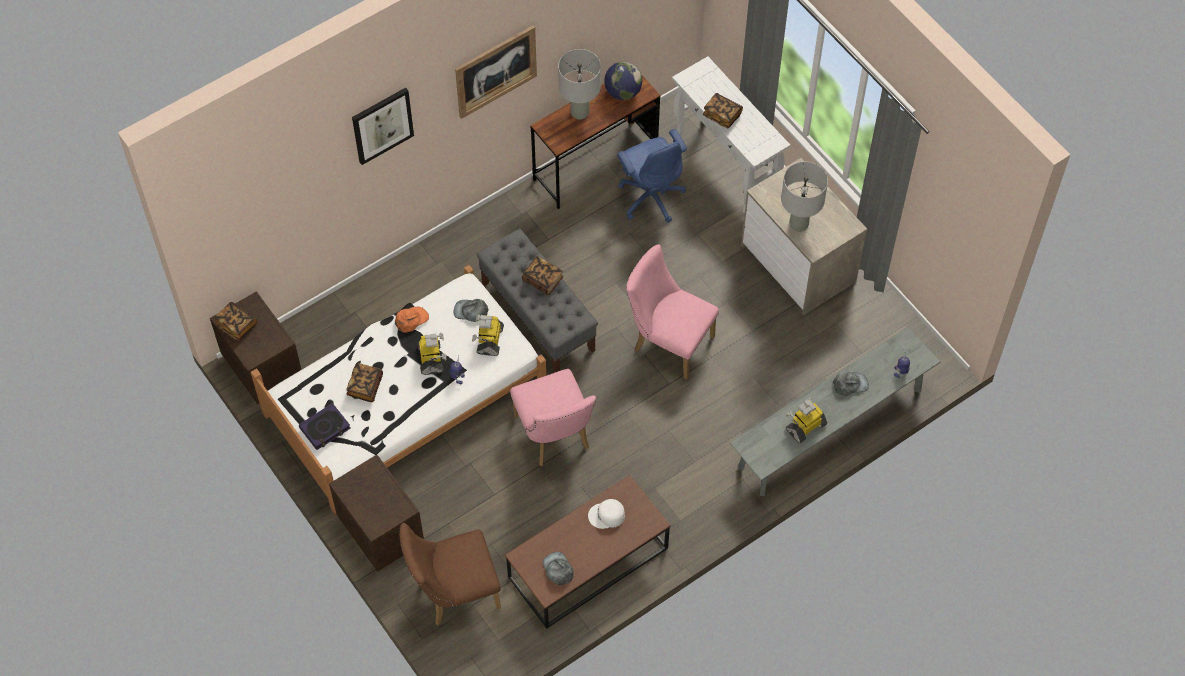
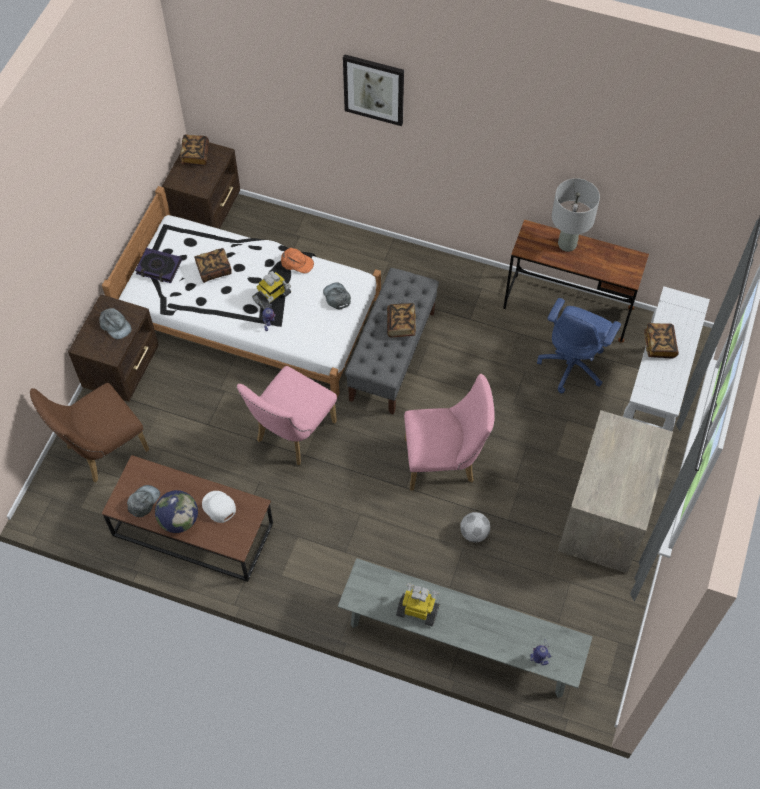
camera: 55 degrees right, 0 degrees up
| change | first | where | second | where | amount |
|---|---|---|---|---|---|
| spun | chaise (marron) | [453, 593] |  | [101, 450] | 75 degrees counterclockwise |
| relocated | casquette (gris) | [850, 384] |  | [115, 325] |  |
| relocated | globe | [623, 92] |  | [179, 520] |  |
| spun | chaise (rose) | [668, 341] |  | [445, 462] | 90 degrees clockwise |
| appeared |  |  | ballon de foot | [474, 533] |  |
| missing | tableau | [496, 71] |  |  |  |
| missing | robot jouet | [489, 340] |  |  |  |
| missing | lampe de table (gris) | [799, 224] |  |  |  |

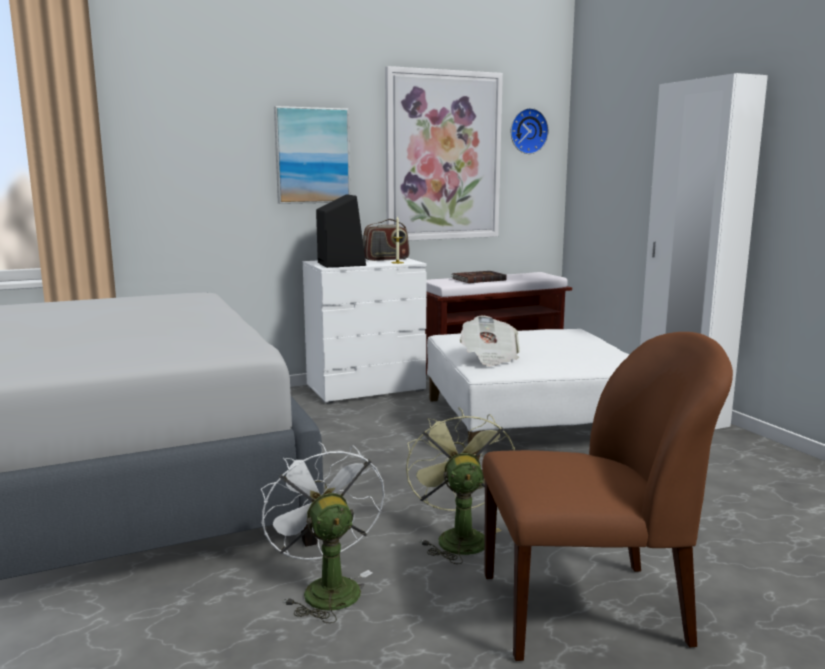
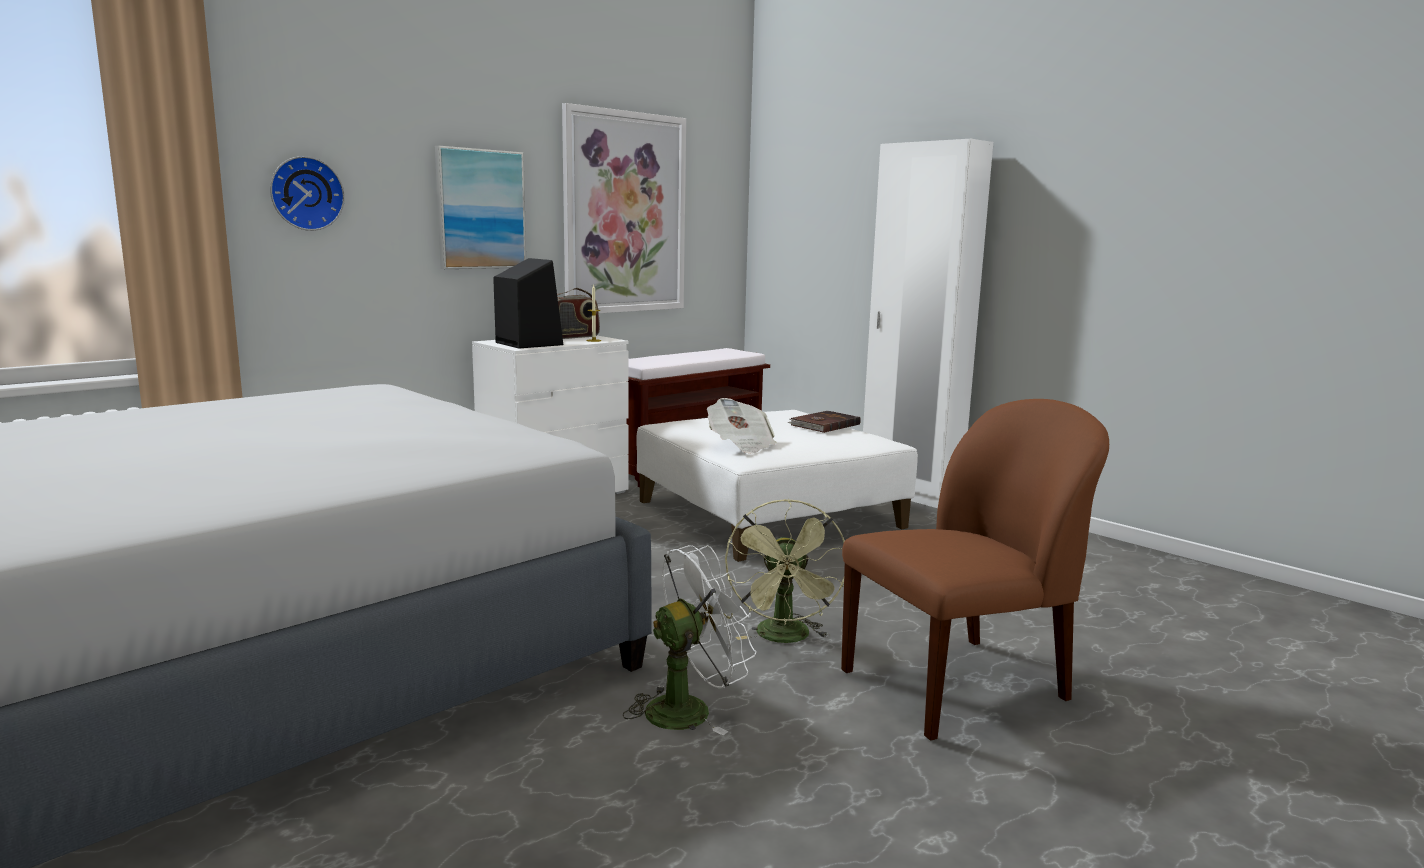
camera: 20 degrees left, 0 degrees up
| change | first | where | second | where | amount |
|---|---|---|---|---|---|
| relocated | horloge murale | [527, 131] |  | [305, 193] |  |
| spun | ventilateur (blanc) | [325, 588] |  | [689, 709] | 105 degrees clockwise |
| spun | ventilateur (vert) | [458, 537] |  | [785, 638] | 150 degrees counterclockwise |
| relocated | livre (marron) | [478, 279] |  | [824, 424] |  |

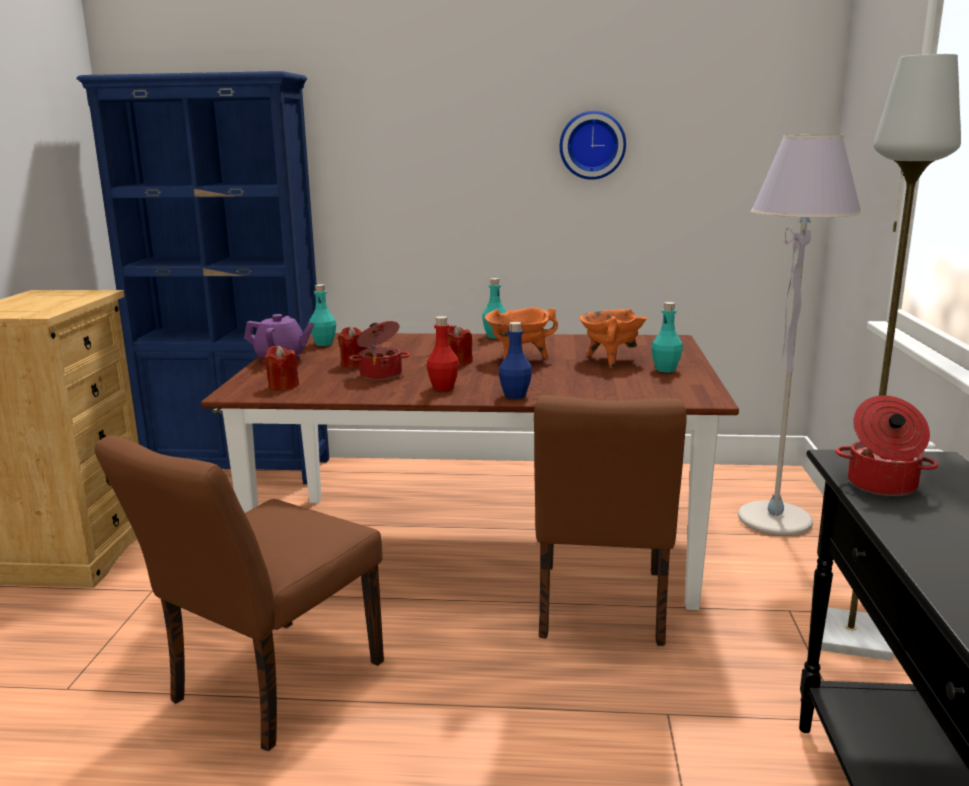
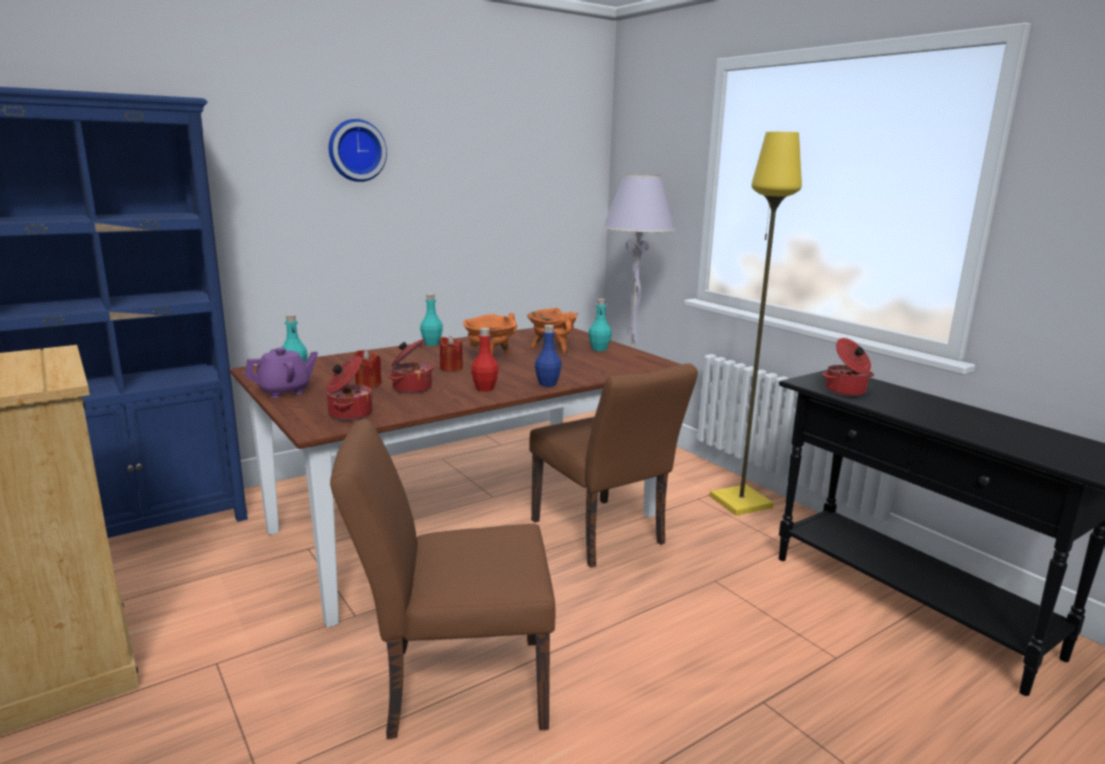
camera: 40 degrees left, 0 degrees up
| change | first | where | second | where | amount |
|---|---|---|---|---|---|
| exchanged | bougie (rouge) | [283, 386] | marmite | [349, 414] |  |
| relocated | horloge murale | [592, 145] |  | [356, 150] |  |
| spun | chaise (marron) | [266, 689] |  | [451, 686] | 90 degrees clockwise |
| colour | lampadaire (gris) | [848, 636] | lampadaire (jaune) | [740, 502] |  |

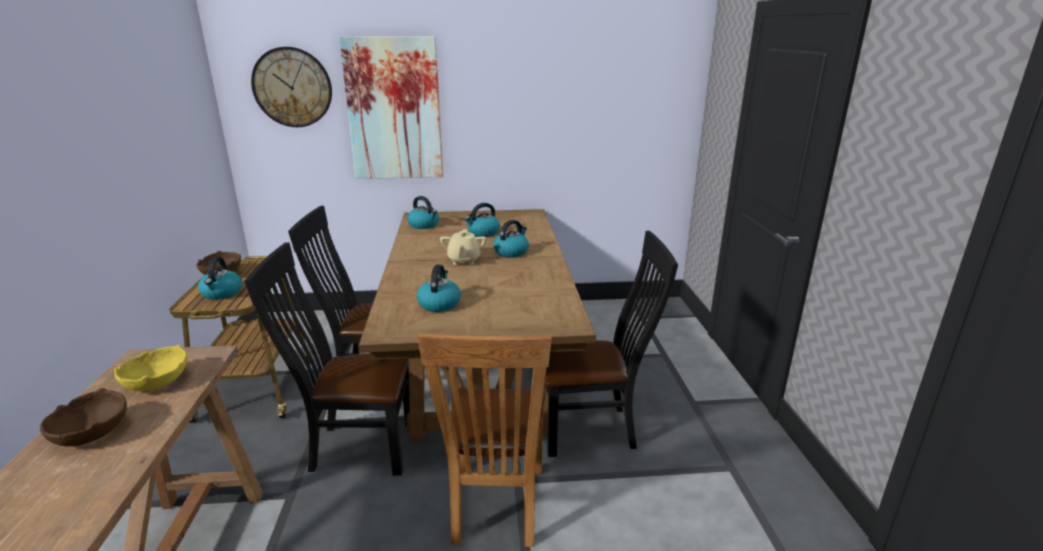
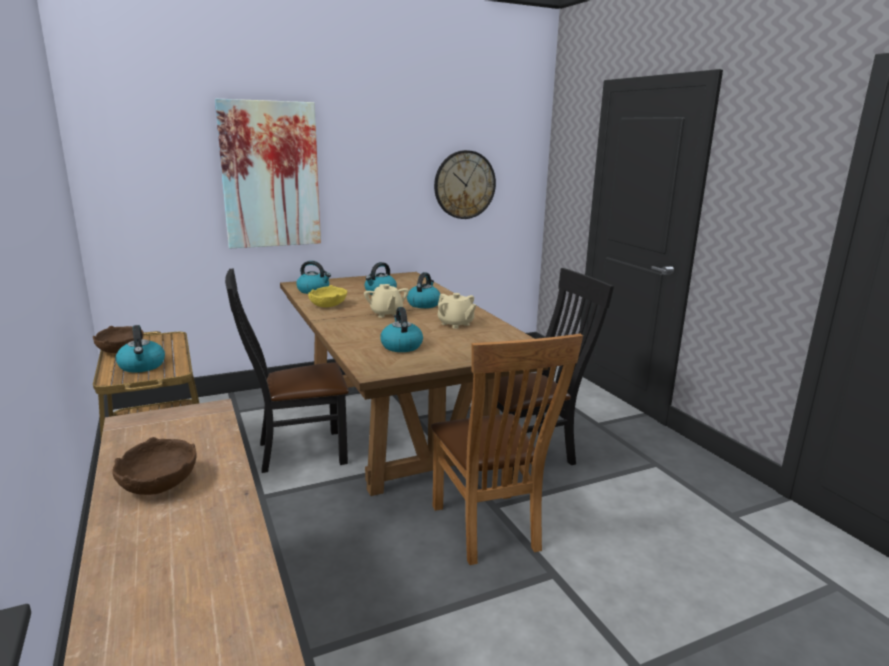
camera: 20 degrees left, 5 degrees down
| change | first | where | second | where | amount |
|---|---|---|---|---|---|
| relocated | bol (jaune) | [156, 382] |  | [327, 305] |  |
| relocated | horloge murale | [292, 87] |  | [464, 185] |  |
| appeared |  |  | théière (beige) | [455, 324] |  |
| missing | chaise (noir) | [356, 447] |  |  |  |

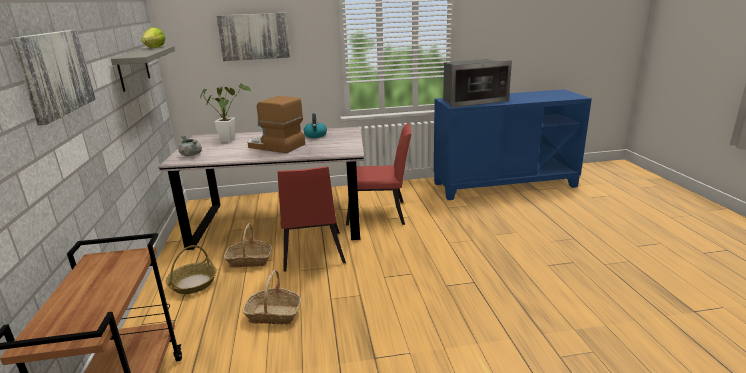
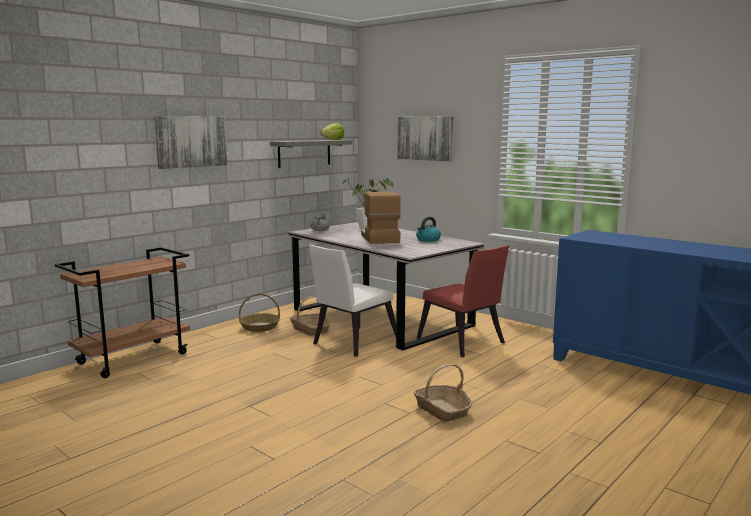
camera: 50 degrees right, 10 degrees down
| change | first | where | second | where | amount |
|---|---|---|---|---|---|
| colour | chaise (rouge) | [312, 253] | chaise (blanc) | [352, 343] |  |
| relocated | panier | [274, 314] |  | [442, 410] |  |
| missing | micro-ondes | [472, 101] |  |  |  |

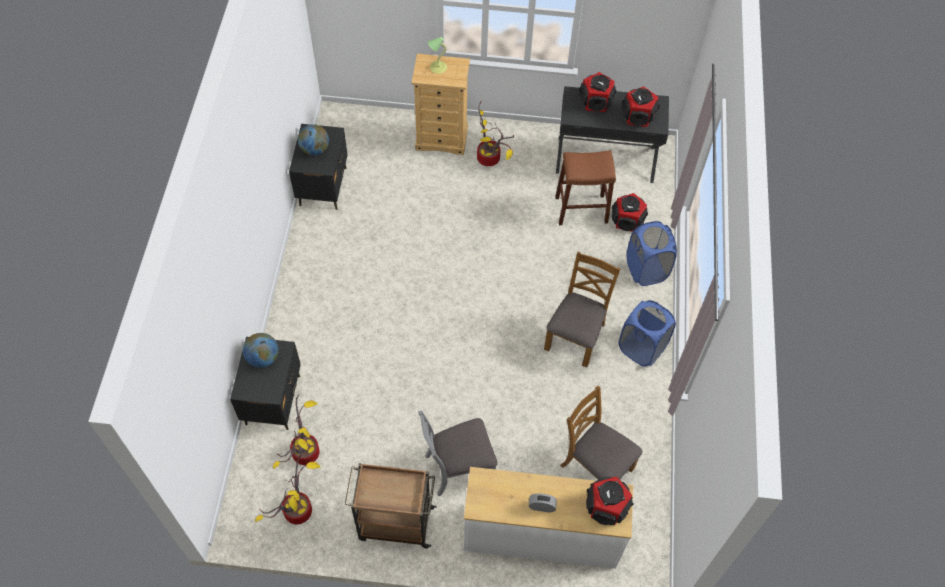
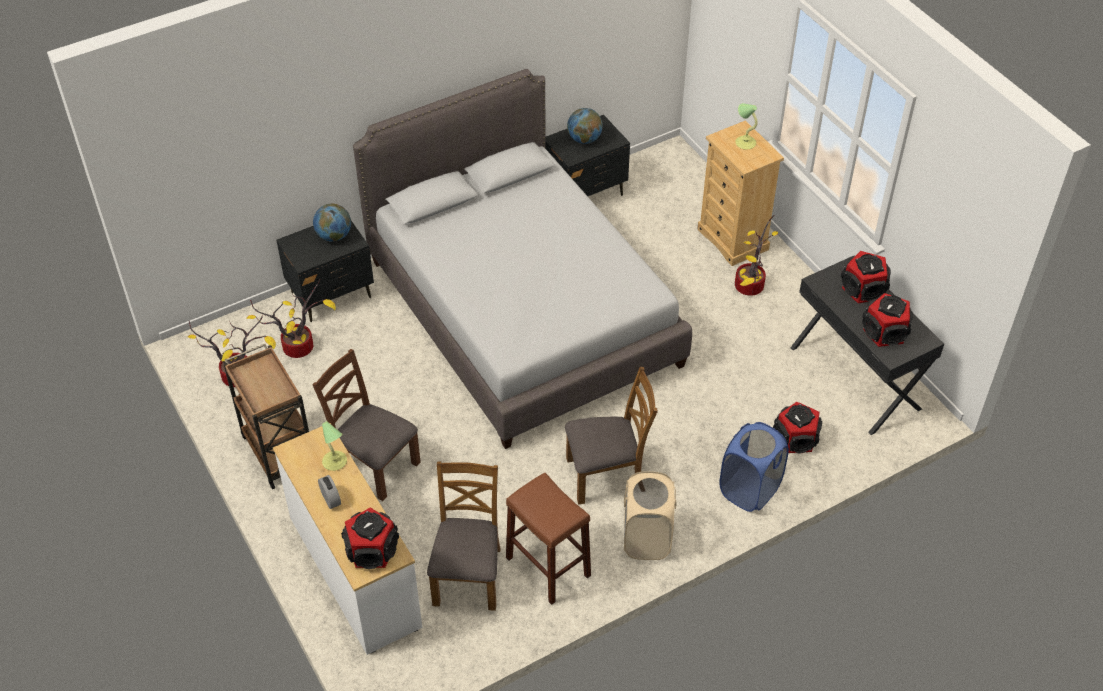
camera: 55 degrees right, 10 degrees down
| change | first | where | second | where | amount |
|---|---|---|---|---|---|
| colour | chaise (gris) | [458, 467] | chaise (marron) | [374, 464] |  |
| appeared |  |  | lampe de table | [335, 462] |  |
| appeared |  |  | lit (gris) | [523, 312] |  |
| relocated | tabouret (marron) | [581, 209] |  | [548, 566] |  |
| colour | panier à linge (bleu) | [641, 348] | panier à linge (beige) | [646, 539] |  |

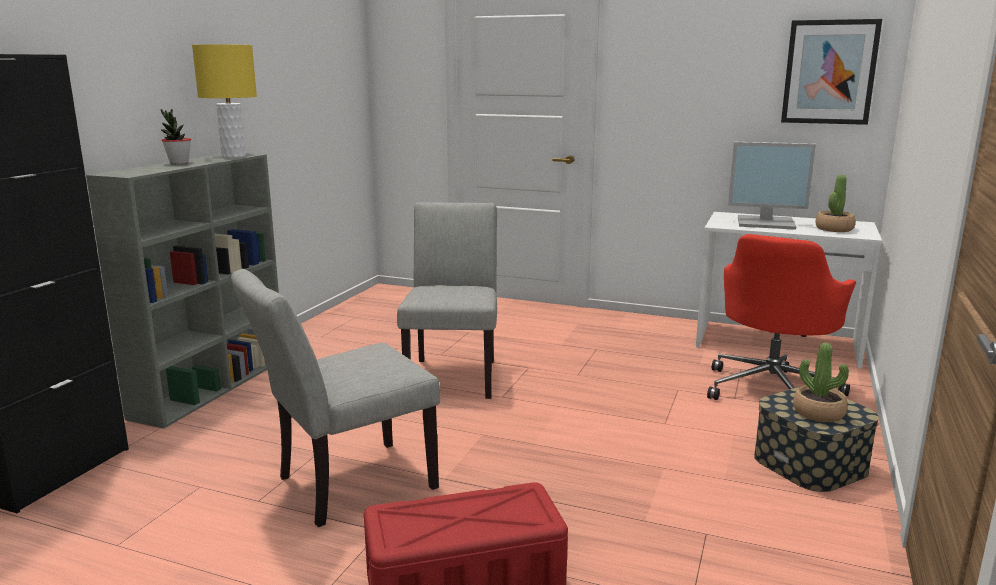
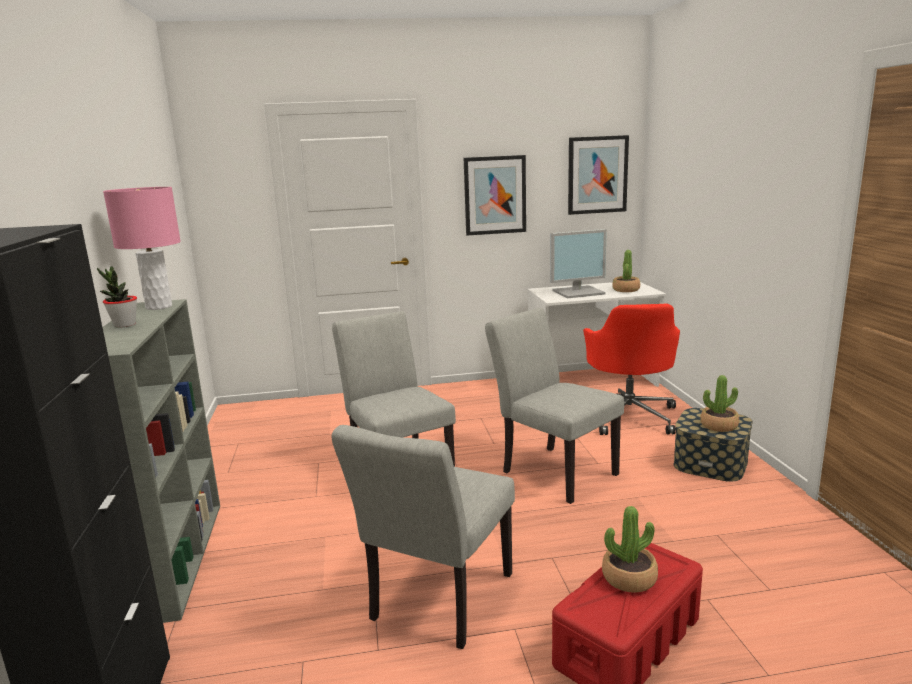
camera: 30 degrees left, 0 degrees up
| change | first | where | second | where | amount |
|---|---|---|---|---|---|
| colour | lampe de table (jaune) | [234, 156] | lampe de table (rose) | [159, 306] |  |
| appeared |  |  | tableau | [495, 195] |  |
| appeared |  |  | chaise (gris) | [552, 470] |  |
| appeared |  |  | plante en pot | [629, 578] |  |

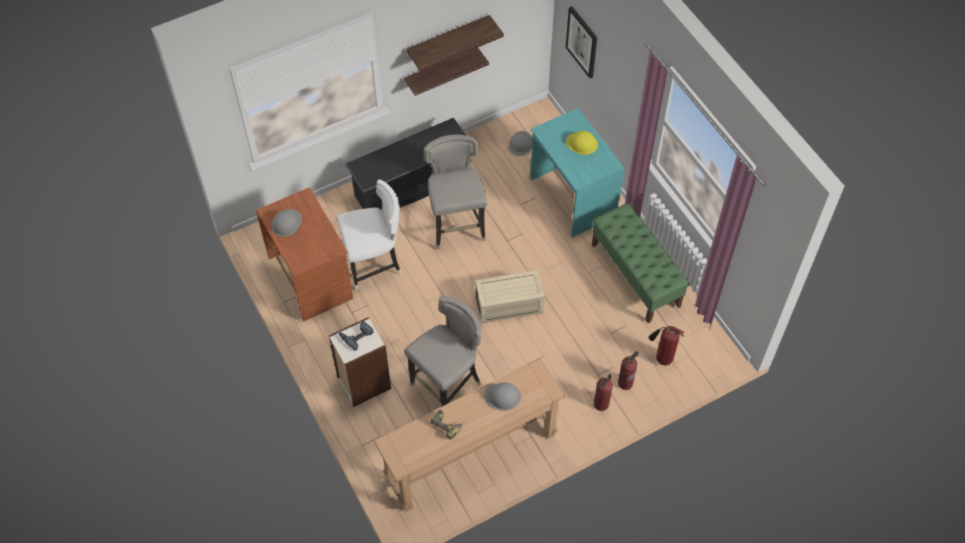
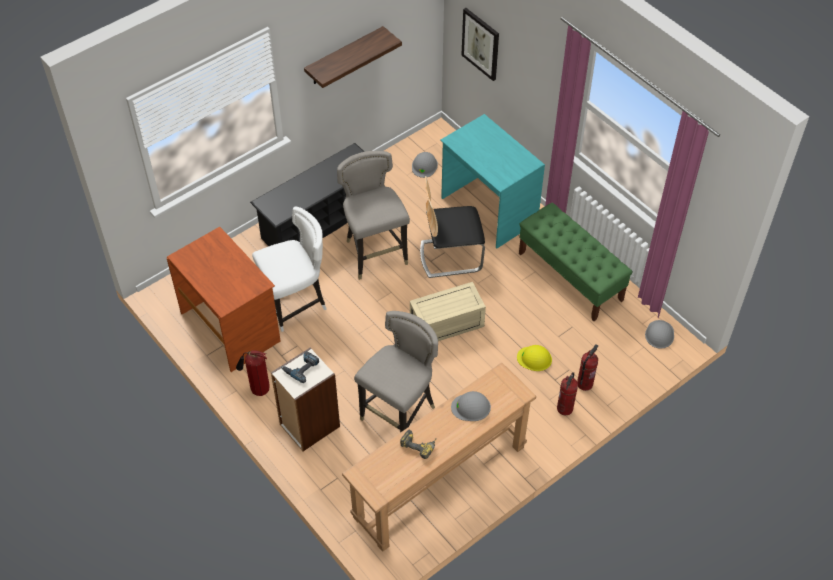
camera: 10 degrees left, 5 degrees down
| change | first | where | second | where | amount |
|---|---|---|---|---|---|
| relocated | extincteur | [661, 359] |  | [258, 390] |  |
| appeared |  |  | chaise | [450, 256] |  |
| relocated | casque de chantier (jaune) | [582, 143] |  | [534, 358] |  |
| relocated | casque de chantier (gris) | [286, 223] |  | [659, 334] |  |
| missing | étagère | [441, 70] |  |  |  |

